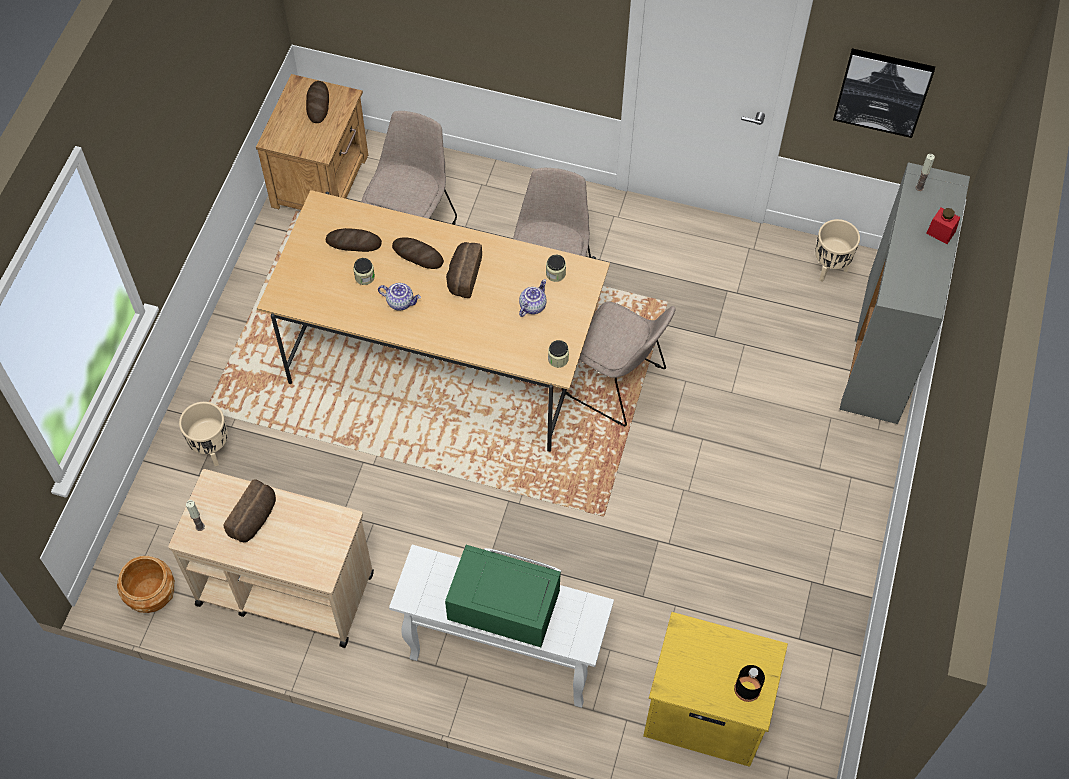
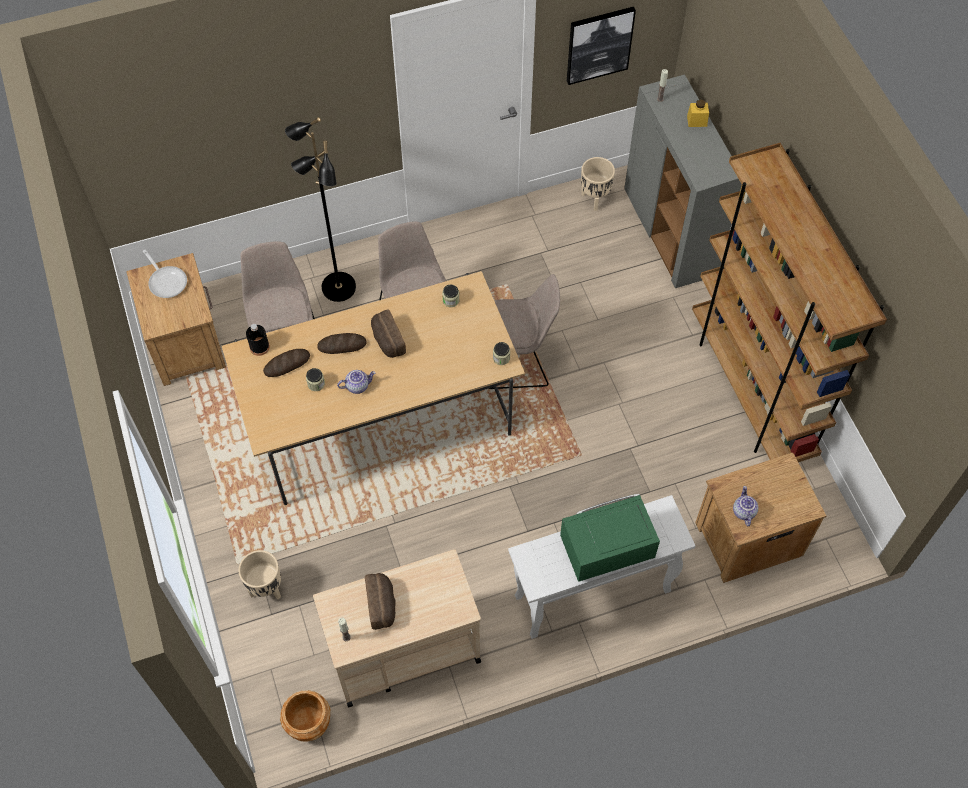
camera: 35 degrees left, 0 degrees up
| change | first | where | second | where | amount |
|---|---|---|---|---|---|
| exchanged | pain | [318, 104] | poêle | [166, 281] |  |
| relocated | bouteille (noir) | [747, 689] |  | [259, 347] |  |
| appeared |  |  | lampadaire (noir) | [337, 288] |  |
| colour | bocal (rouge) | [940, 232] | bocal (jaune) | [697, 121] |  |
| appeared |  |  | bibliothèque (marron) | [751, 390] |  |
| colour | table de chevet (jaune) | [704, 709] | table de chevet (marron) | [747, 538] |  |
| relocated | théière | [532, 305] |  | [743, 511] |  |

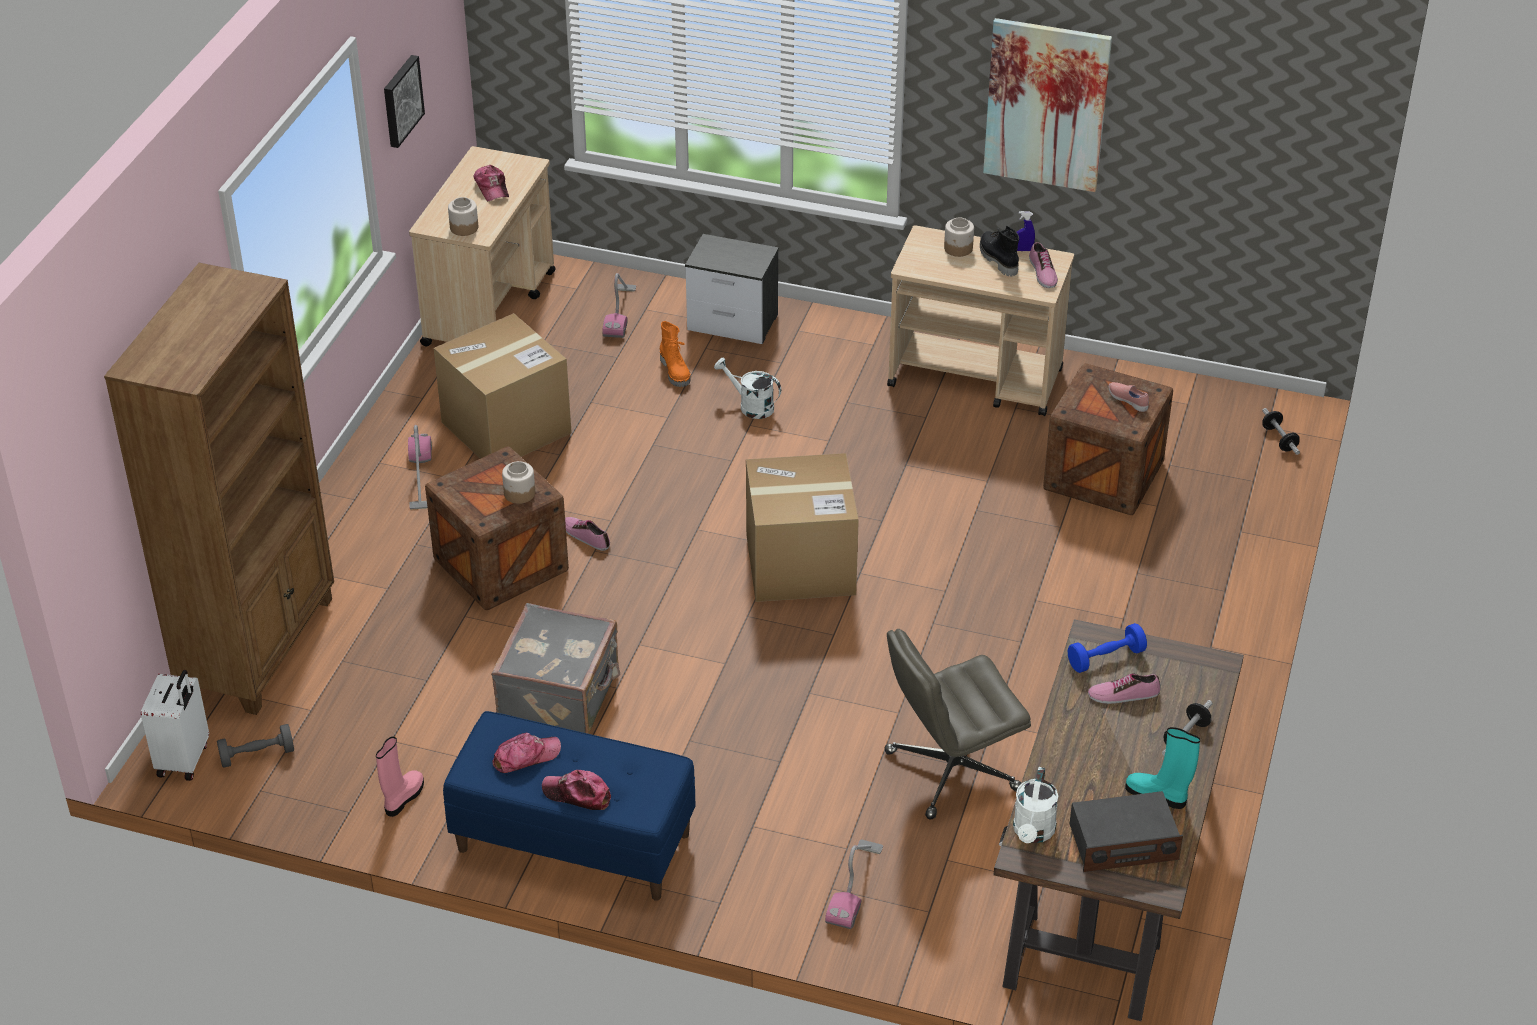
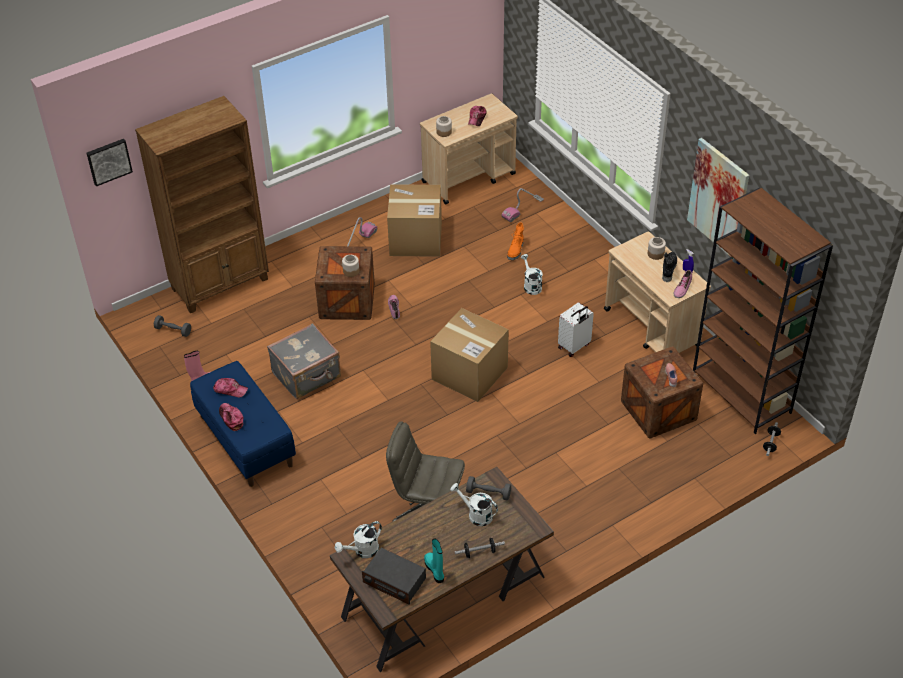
camera: 40 degrees right, 5 degrees up
| change | first | where | second | where | amount |
|---|---|---|---|---|---|
| relocated | tableau | [401, 100] |  | [108, 161] |  |
| exchanged | chaussure | [1123, 694] | arrosoir (blanc) | [476, 514] |  |
| colour | haltère (bleu) | [1106, 658] | haltère (gris) | [488, 493] |  |
| relocated | valise (blanc) | [185, 760] |  | [574, 346] |  |
| appeared |  |  | bibliothèque (marron) | [742, 394] |  |
| missing | table de chevet | [734, 323] |  |  |  |
| missing | aspirateur | [855, 886] |  |  |  |

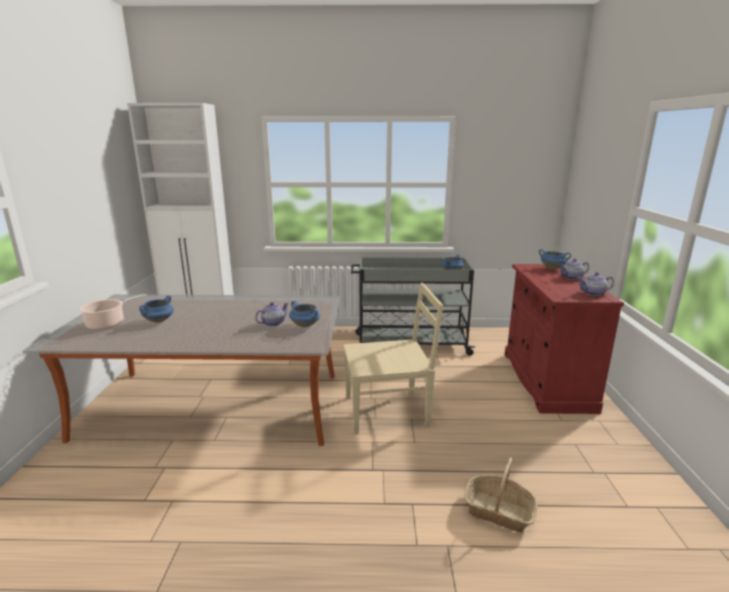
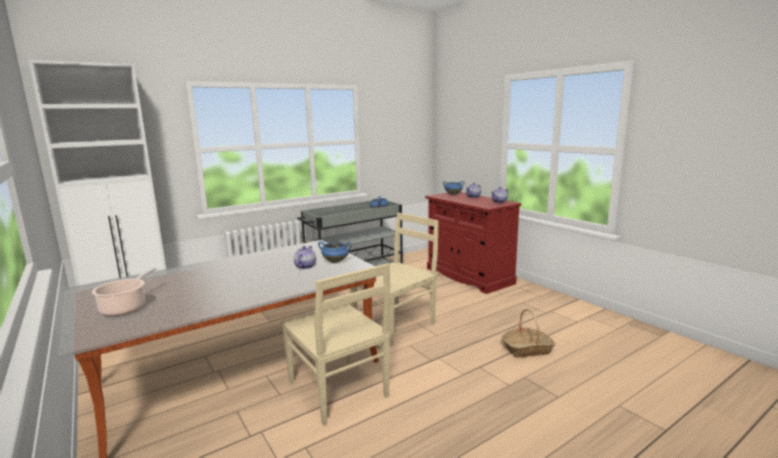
camera: 35 degrees left, 5 degrees down
| change | first | where | second | where | amount |
|---|---|---|---|---|---|
| appeared |  |  | chaise (beige) | [338, 390] |  |
| missing | marmite (bleu) | [158, 321] |  |  |  |

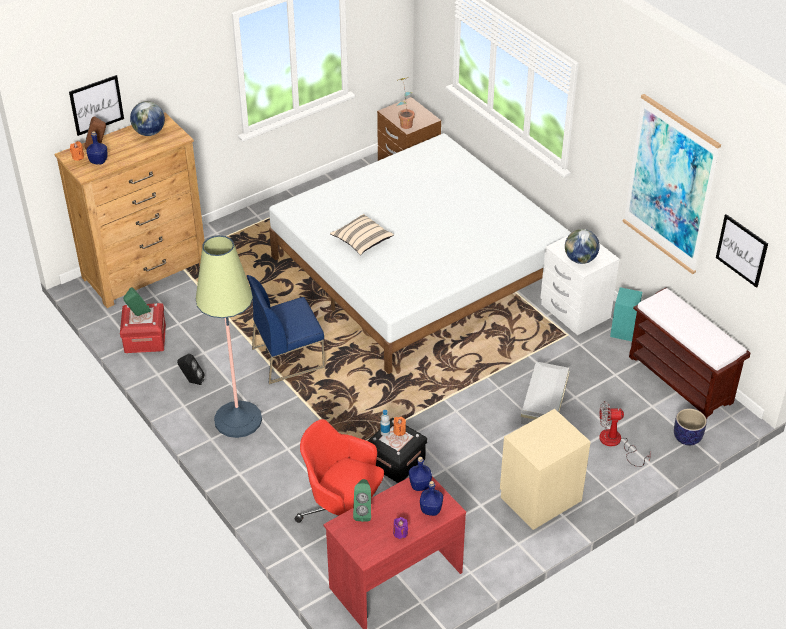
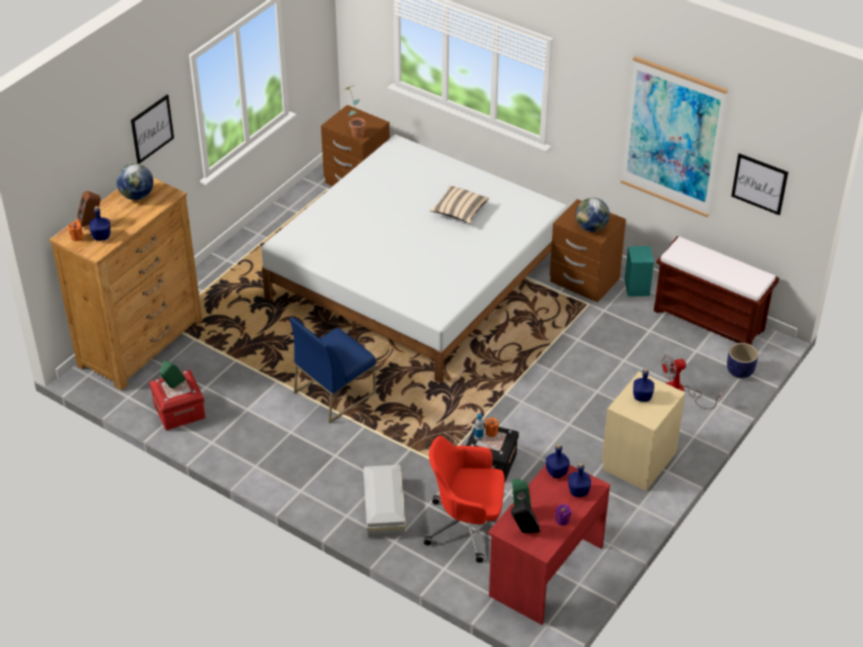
camera: 20 degrees left, 0 degrees up
| change | first | where | second | where | amount |
|---|---|---|---|---|---|
| relocated | tableau | [96, 105] |  | [152, 129] |  |
| relocated | boîte de rangement (blanc) | [543, 402] |  | [383, 508] |  |
| relocated | coussin (beige) | [362, 241] |  | [459, 212] |  |
| relocated | enceinte (noir) | [192, 382] |  | [524, 531] |  |
| colour | table de chevet (blanc) | [574, 312] | table de chevet (marron) | [584, 281] |  |
| appeared |  |  | bouteille (bleu) | [642, 397] |  |
| missing | lampadaire | [238, 420] |  |  |  |

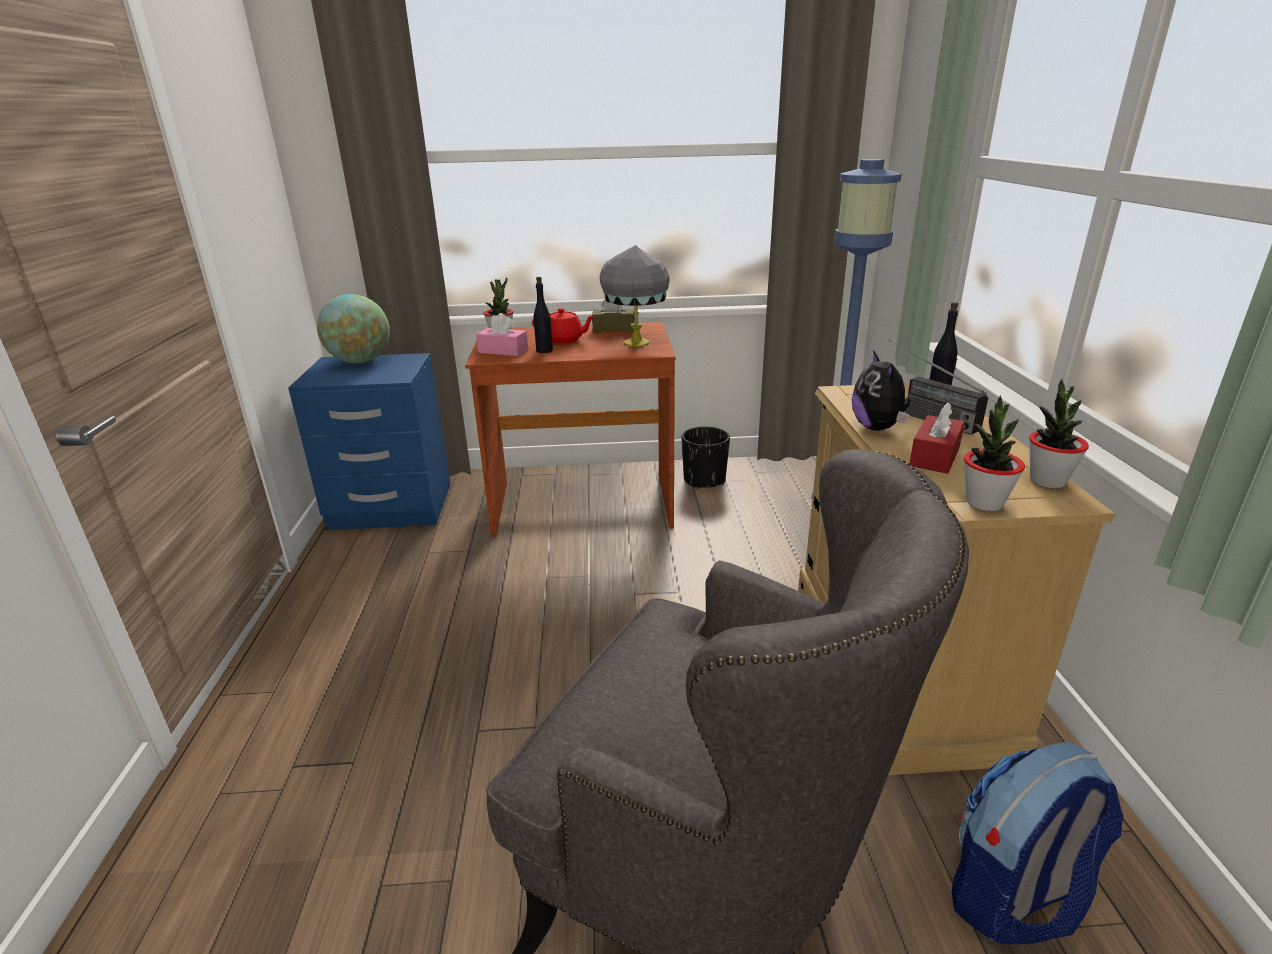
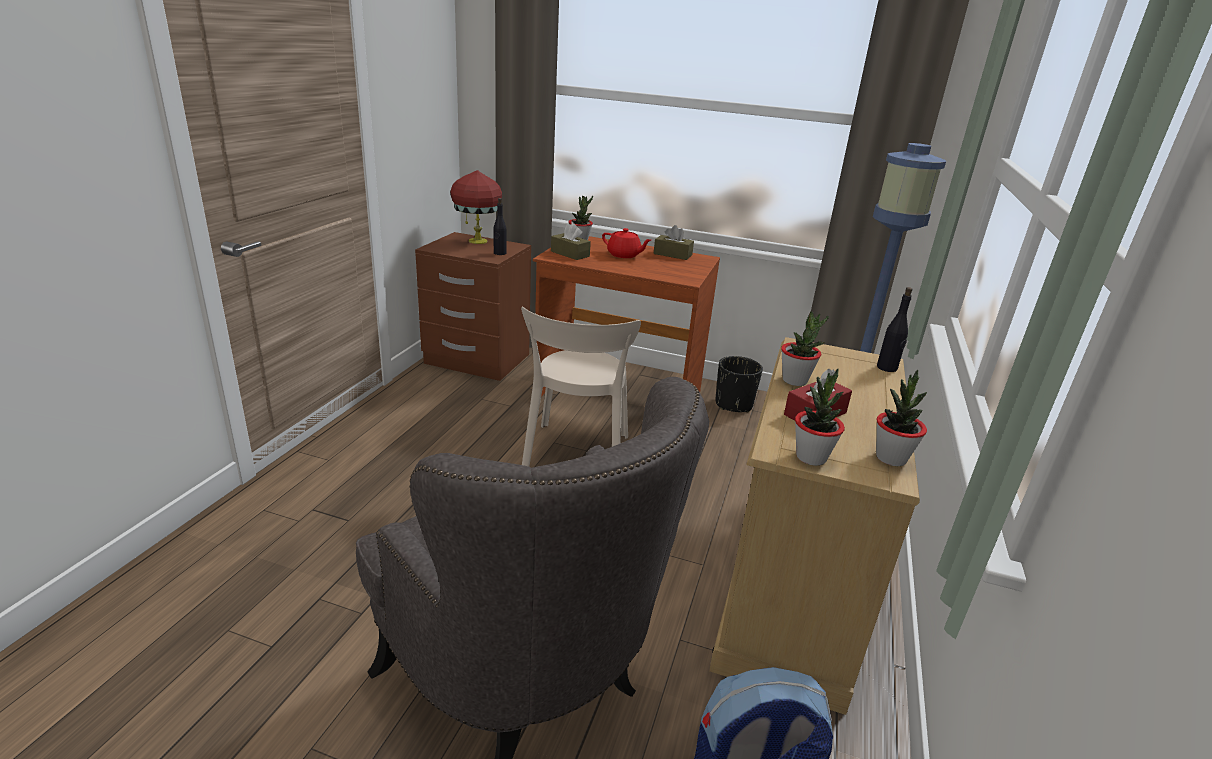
camera: 20 degrees right, 0 degrees up
| change | first | where | second | where | amount |
|---|---|---|---|---|---|
| colour | table de chevet (bleu) | [391, 508] | table de chevet (marron) | [476, 360] |  |
| exchanged | globe | [360, 361] | lampe de table (rouge) | [477, 241] |  |
| relocated | bouteille (noir) | [544, 350] |  | [499, 253] |  |
| appeared |  |  | chaise (beige) | [576, 456] |  |
| colour | boîte à mouchoirs (rose) | [503, 351] | boîte à mouchoirs (marron) | [570, 254] |  |
| exchanged | peluche | [878, 428] | plante en pot | [795, 380] |  |
| missing | lampe de table (gris) | [635, 343] |  |  |  |
| missing | radio | [922, 416] |  |  |  |

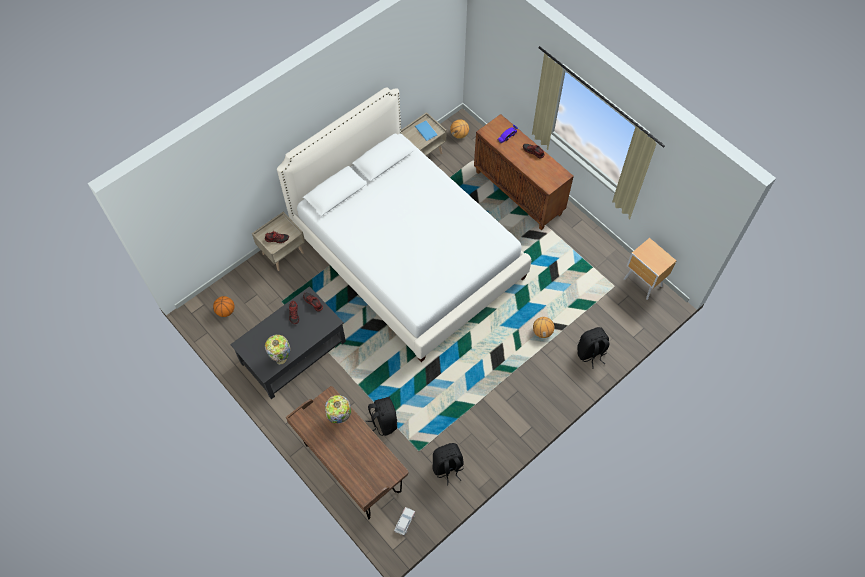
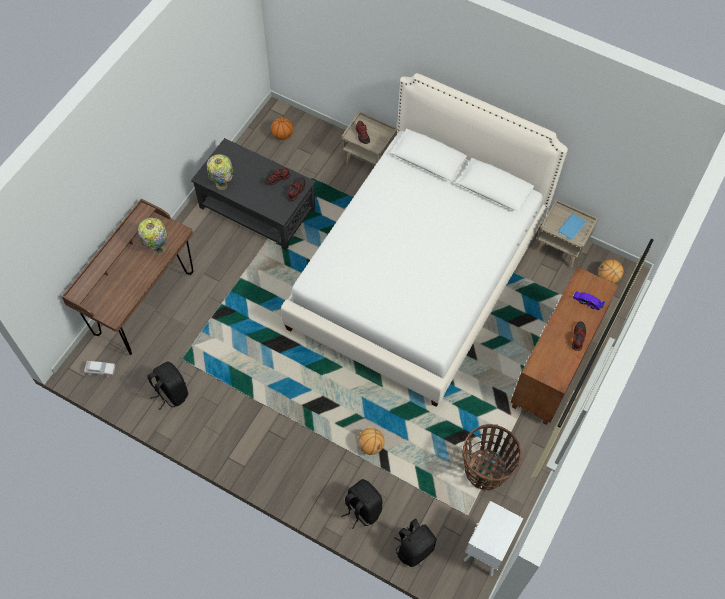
camera: 70 degrees right, 0 degrees up
| change | first | where | second | where | amount |
|---|---|---|---|---|---|
| relocated | sac à dos (noir) | [383, 422] |  | [414, 548] |  |
| appeared |  |  | panier | [485, 470] |  |
| colour | table de chevet (marron) | [643, 283] | table de chevet (blanc) | [486, 550] |  |

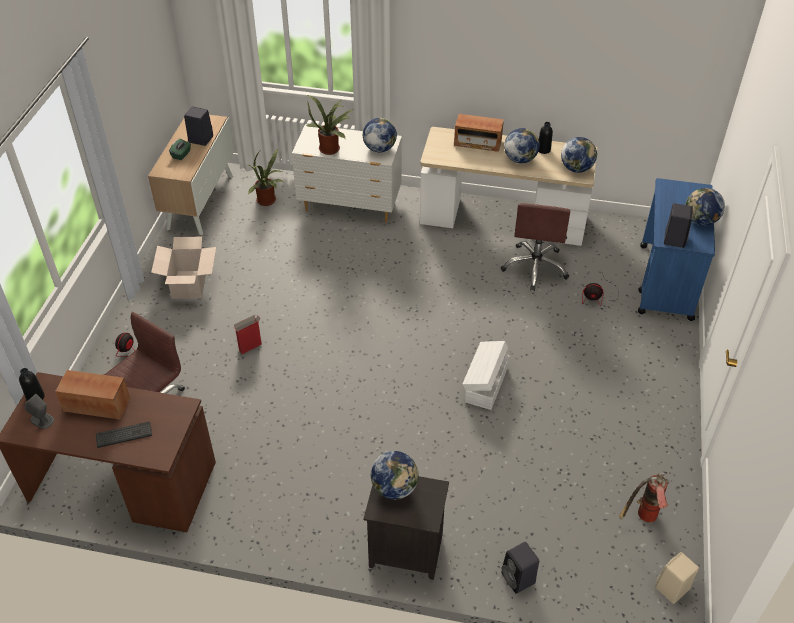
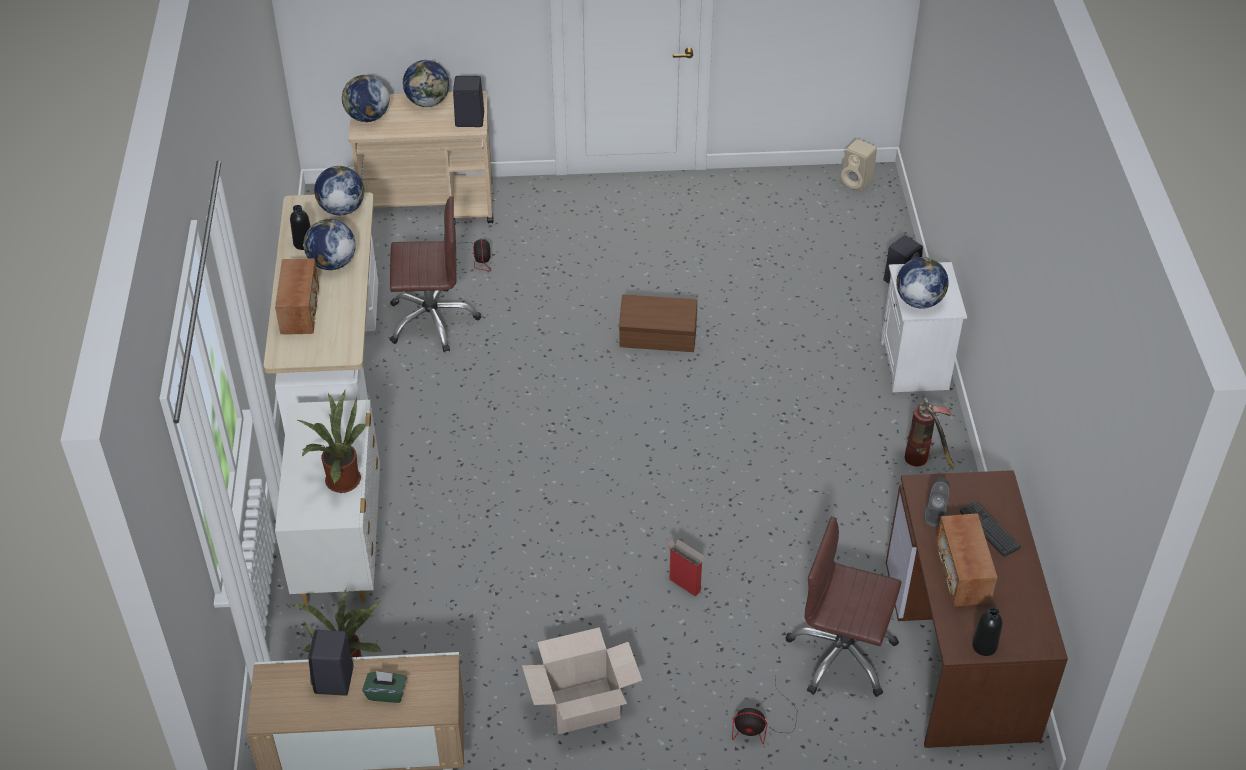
camera: 105 degrees left, 0 degrees up
| change | first | where | second | where | amount |
|---|---|---|---|---|---|
| relocated | globe | [379, 148] |  | [367, 117] |  |
| colour | chariot (bleu) | [665, 282] | chariot (beige) | [429, 205] |  |
| colour | boîte de rangement (blanc) | [485, 384] | boîte de rangement (marron) | [658, 338] |  |
| colour | table de chevet (noir) | [404, 551] | table de chevet (blanc) | [916, 366] |  |
| relocated | extincteur | [642, 518] |  | [924, 462] |  |
| relocated | enceinte (gris) | [42, 420] |  | [935, 514] |  |

